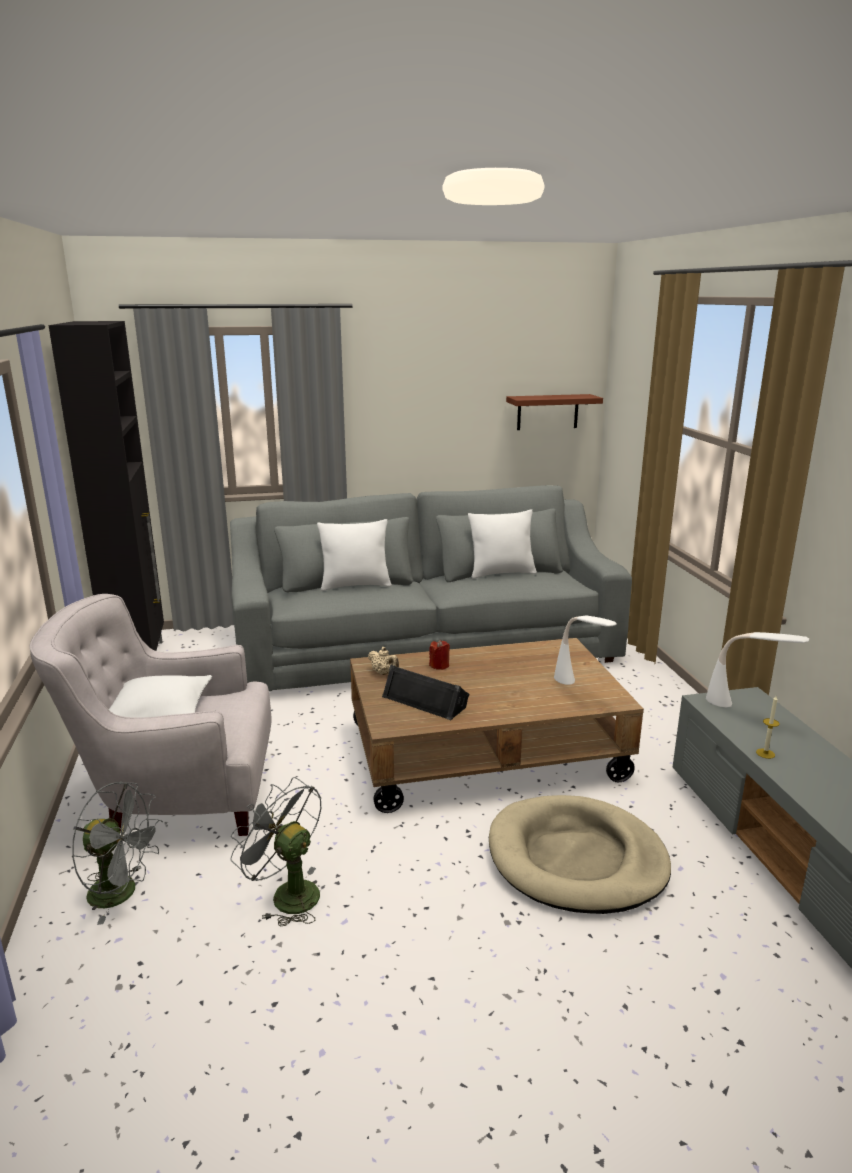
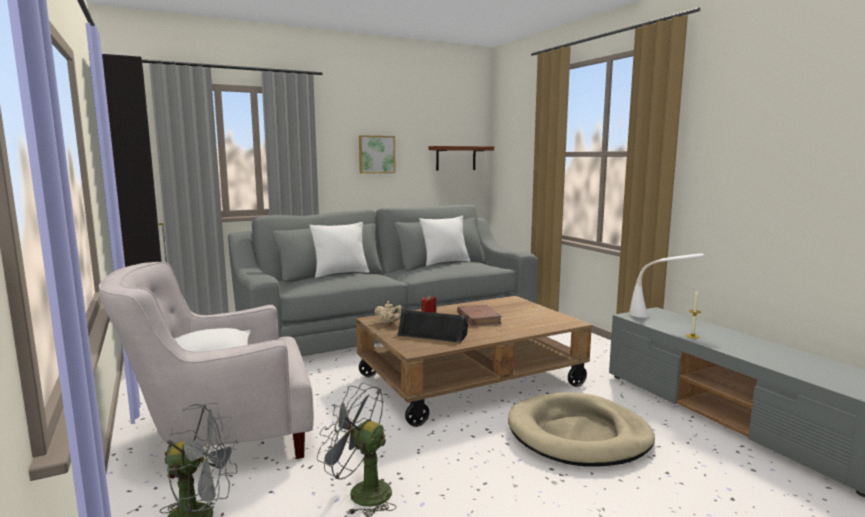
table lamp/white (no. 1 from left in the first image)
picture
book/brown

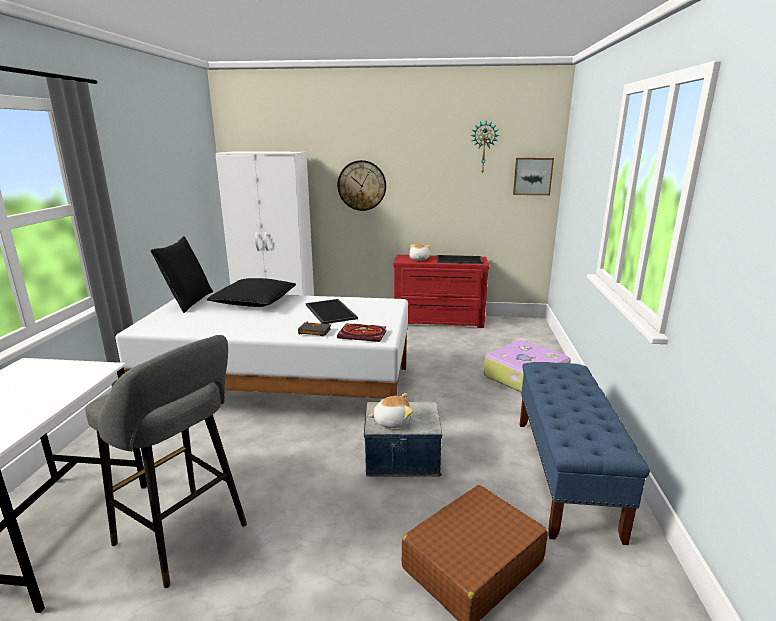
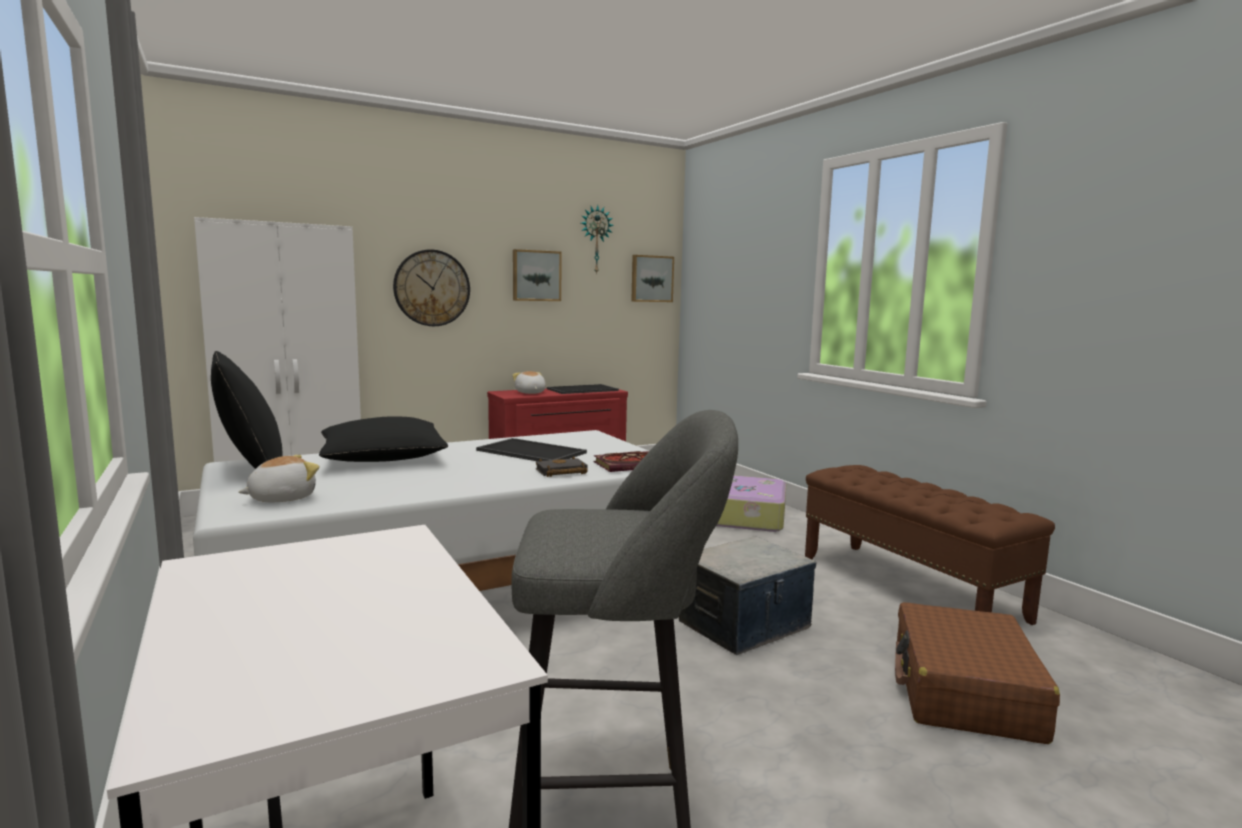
picture (no. 1 from left)
plush toy (no. 1 from left)
bench/brown

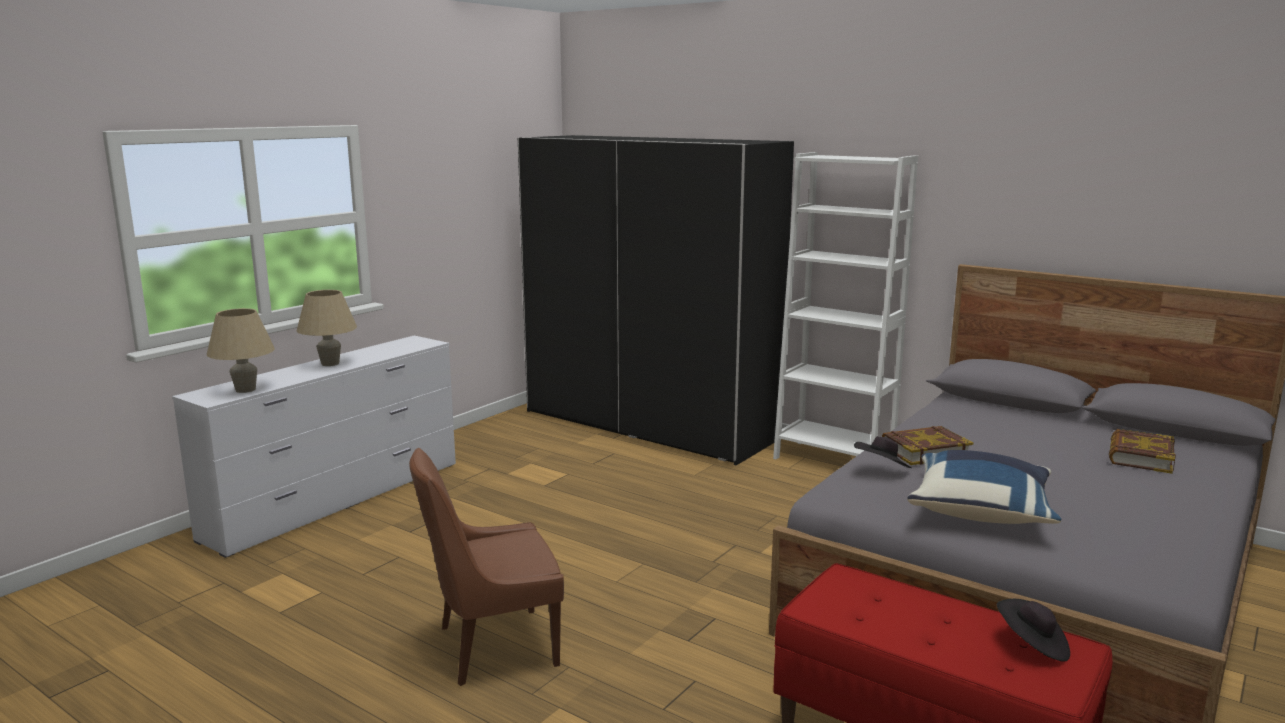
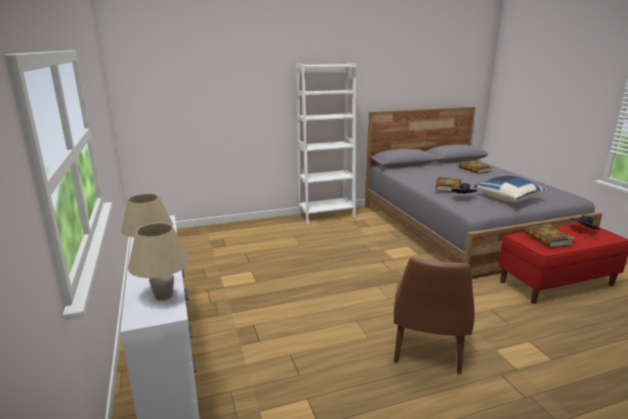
wardrobe/black
book (no. 3 from left)

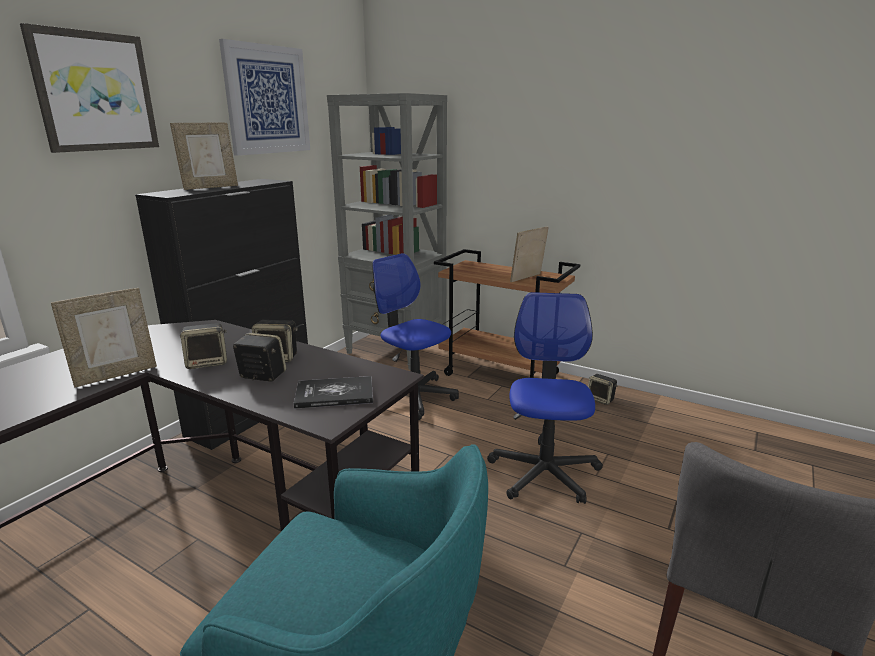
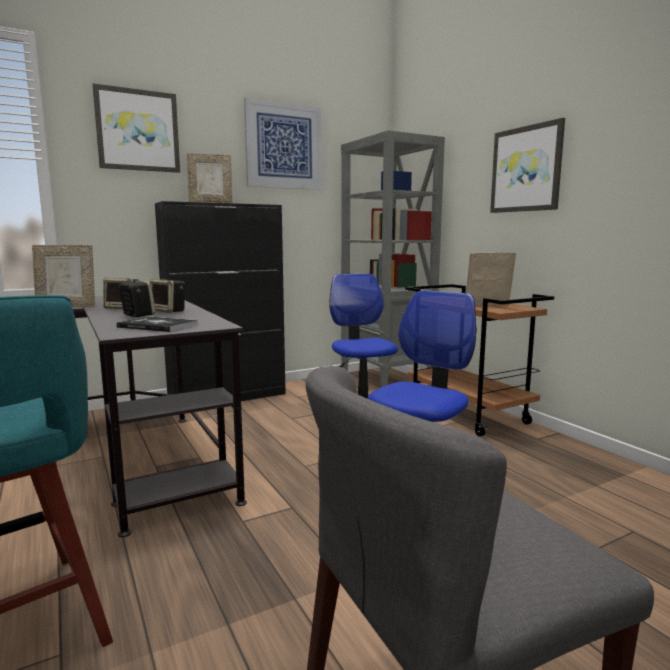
speaker (no. 4 from left in the first image)
picture (no. 3 from left)

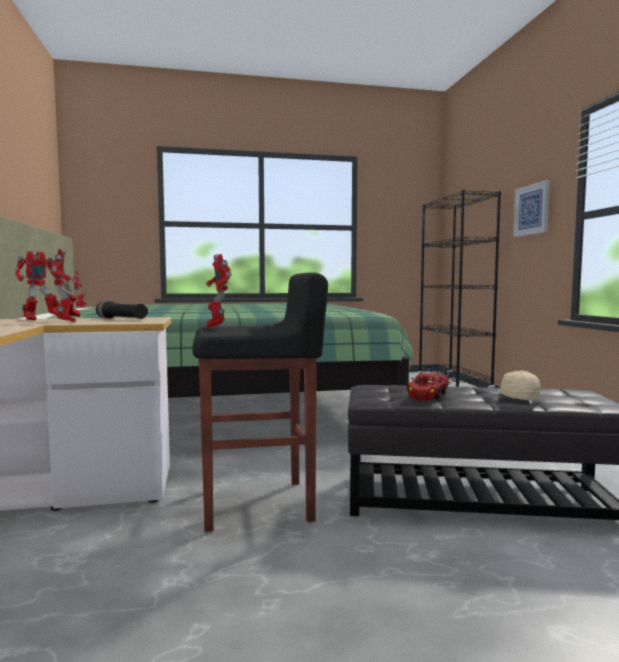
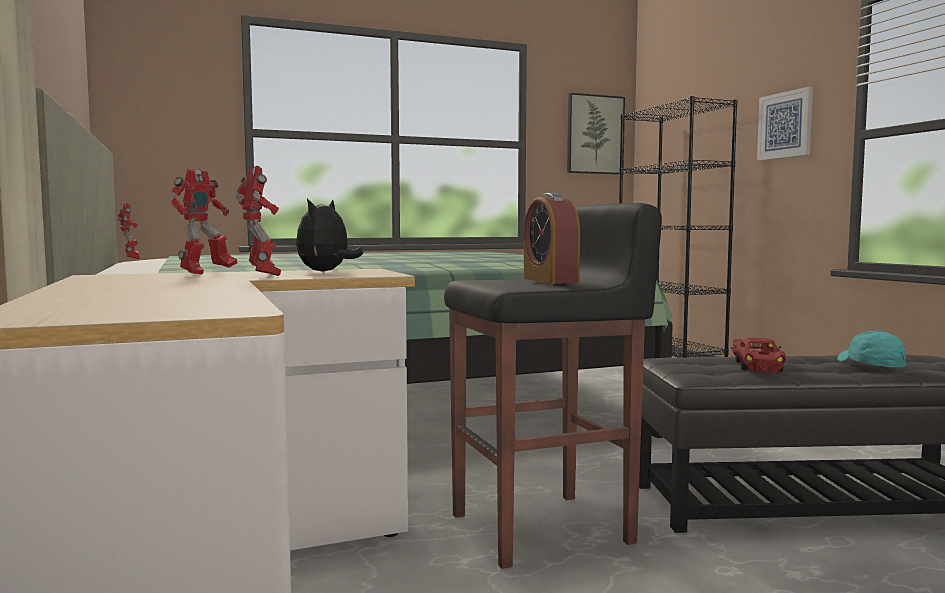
toy robot (no. 4 from left in the first image)
alarm clock
picture (no. 1 from left)
plush toy
cap/turquoise

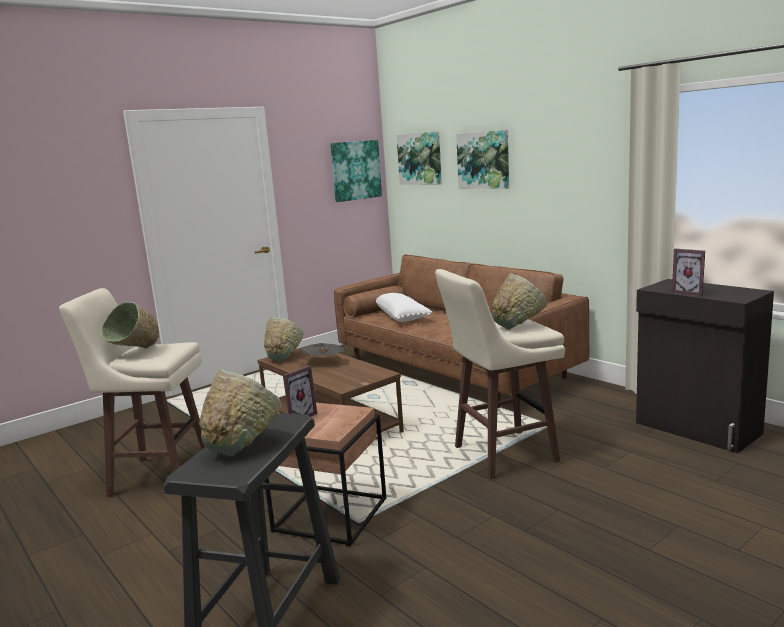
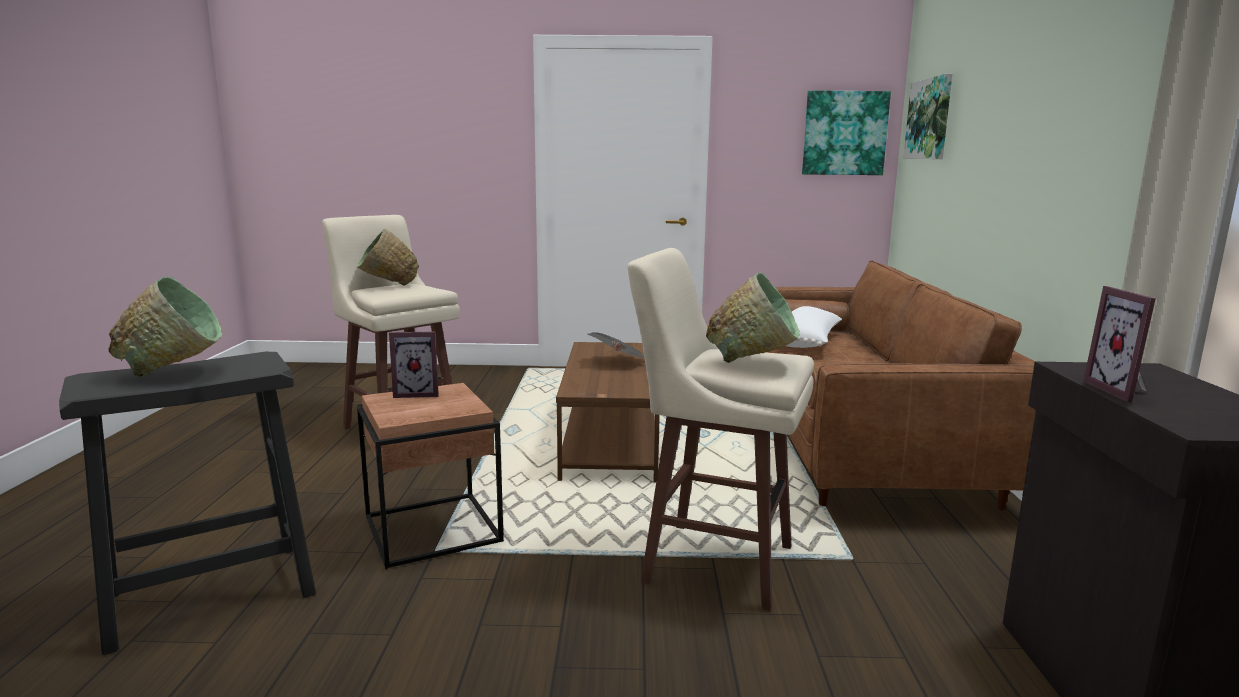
bowl/green (no. 3 from left in the first image)
picture (no. 3 from left in the first image)

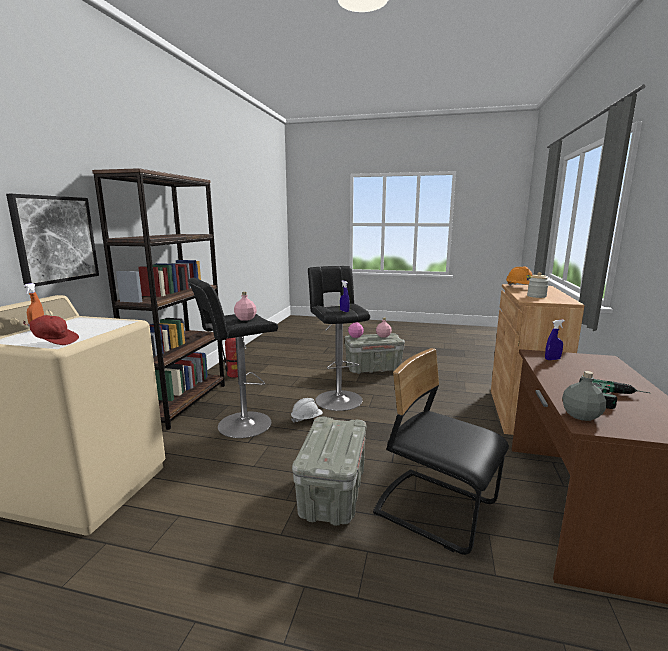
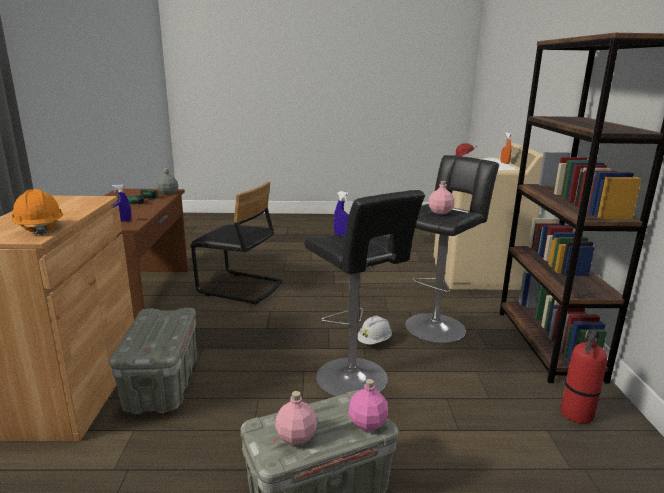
picture
jar
storage box/grey (no. 1 from left)

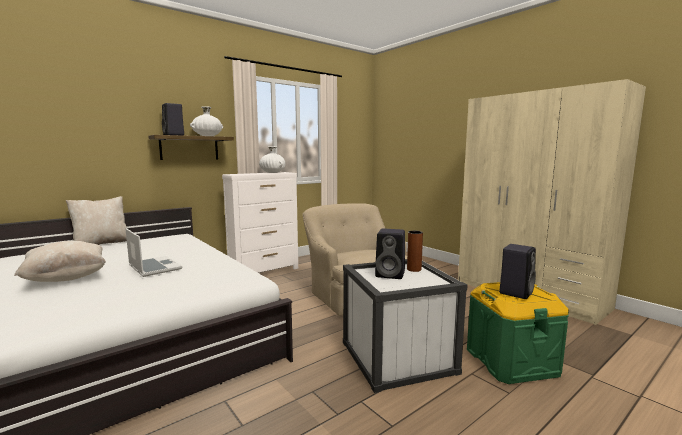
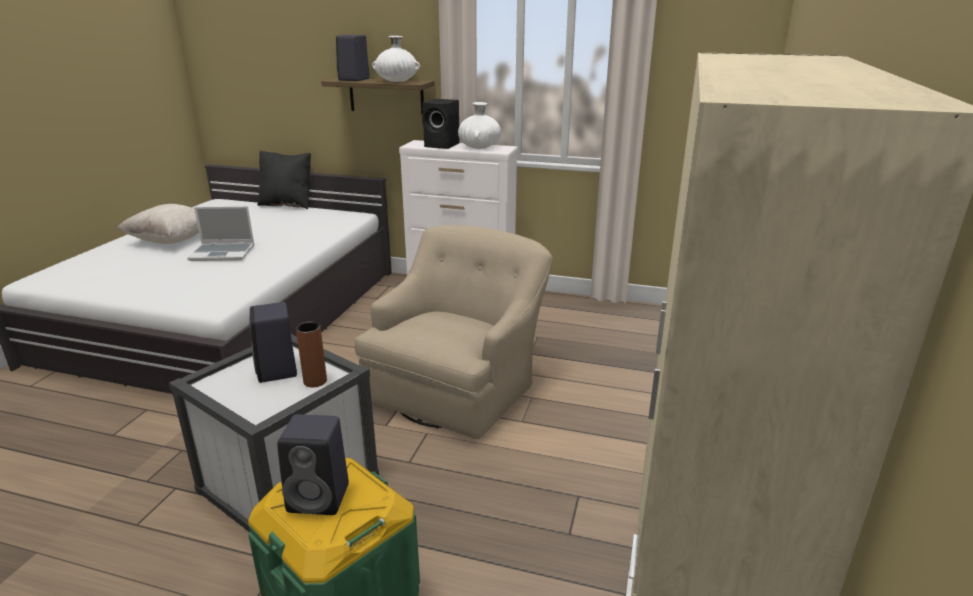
speaker/black (no. 4 from left)
pillow/black
laptop

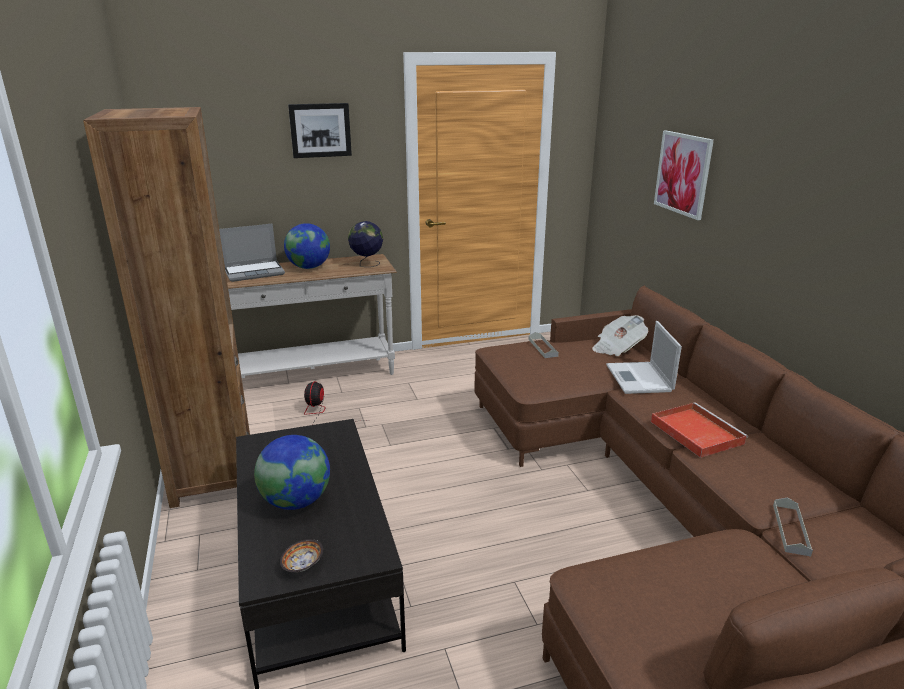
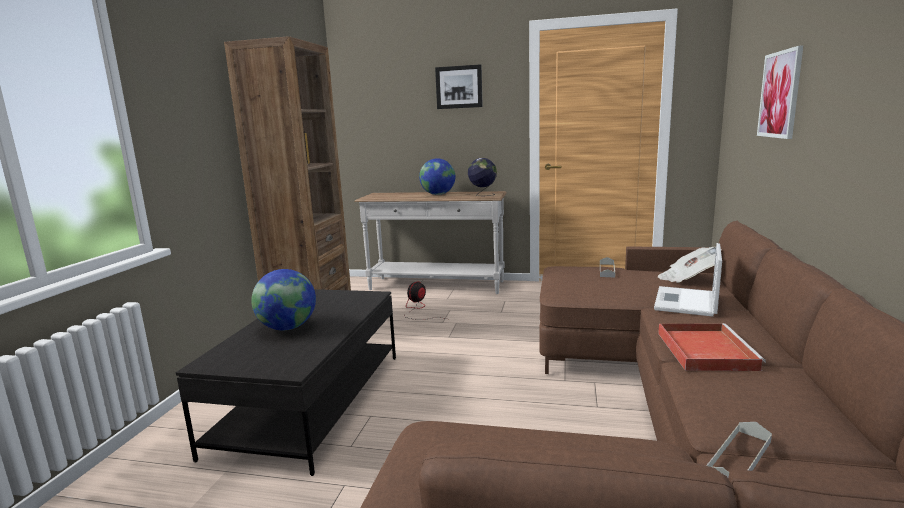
laptop (no. 1 from left in the first image)
bowl

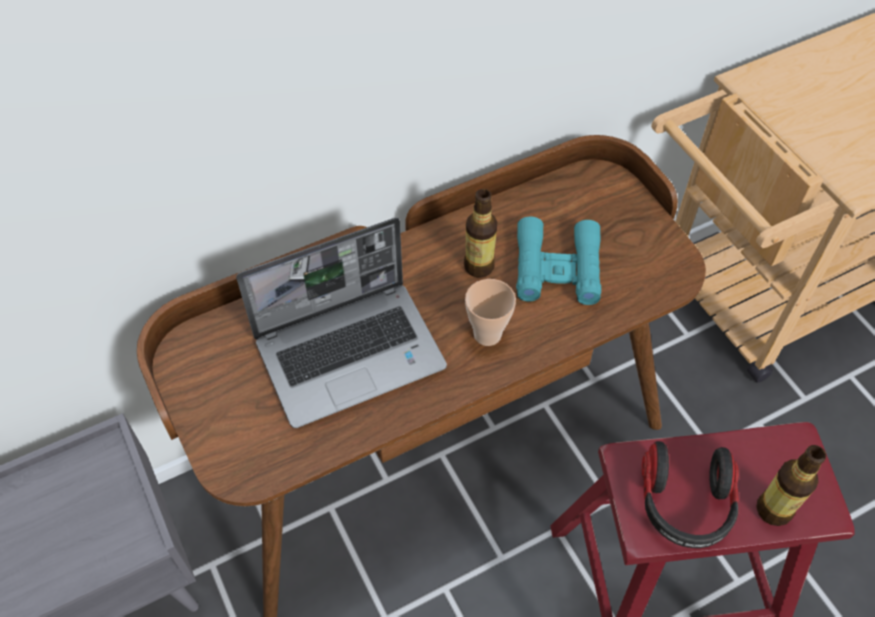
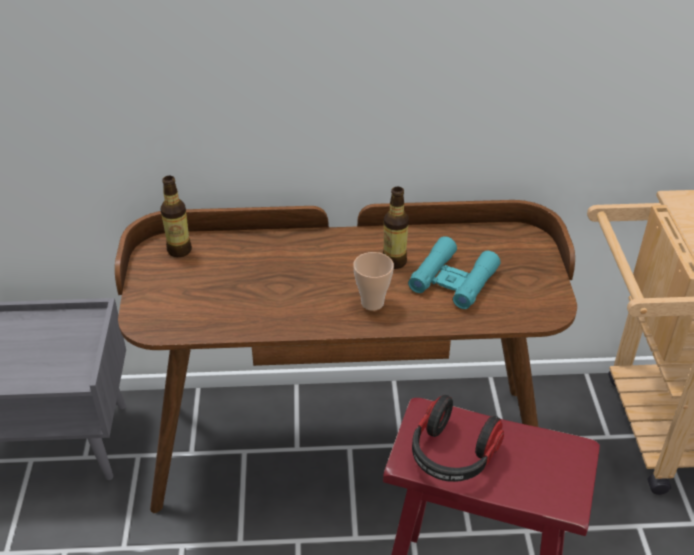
laptop
bottle (no. 1 from left)

